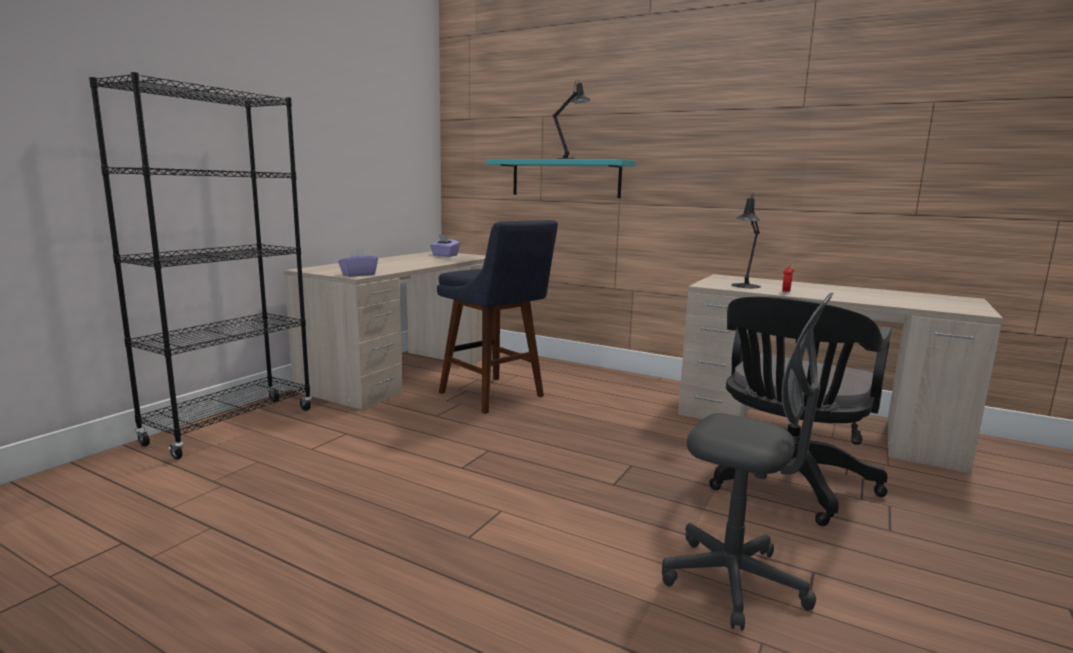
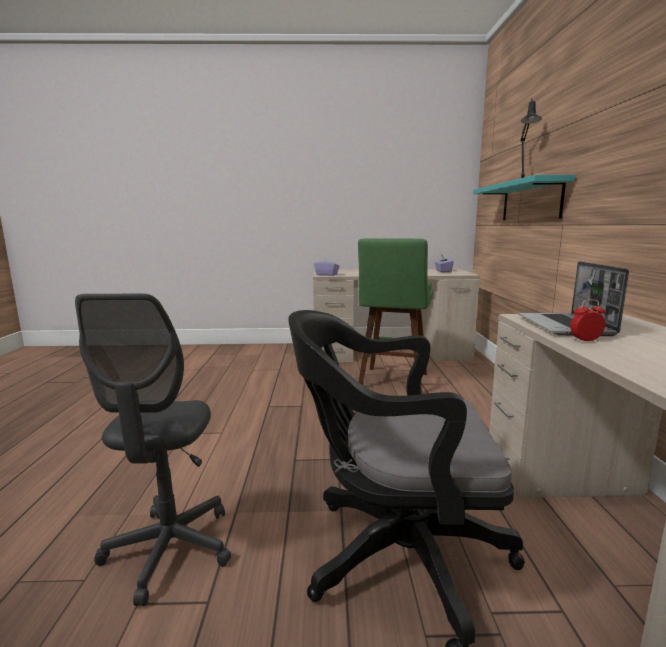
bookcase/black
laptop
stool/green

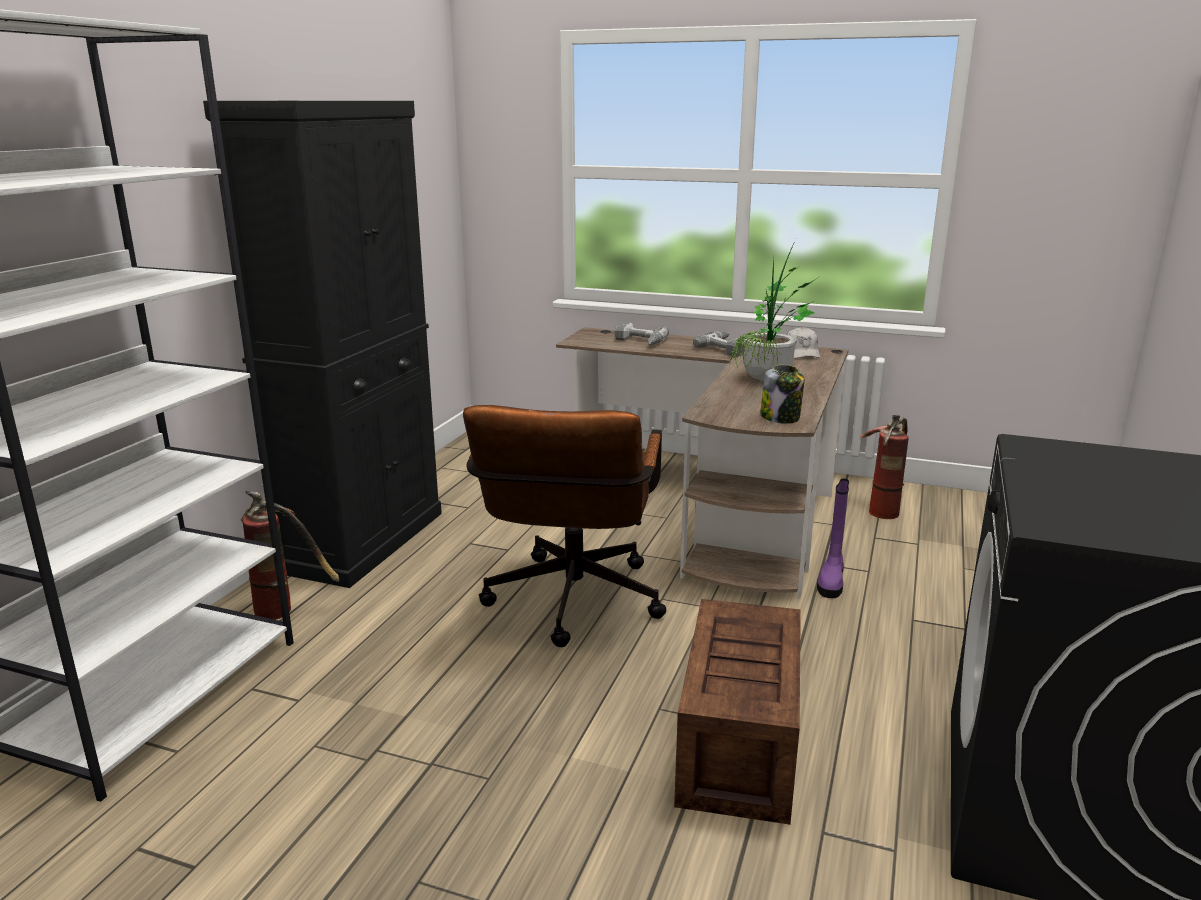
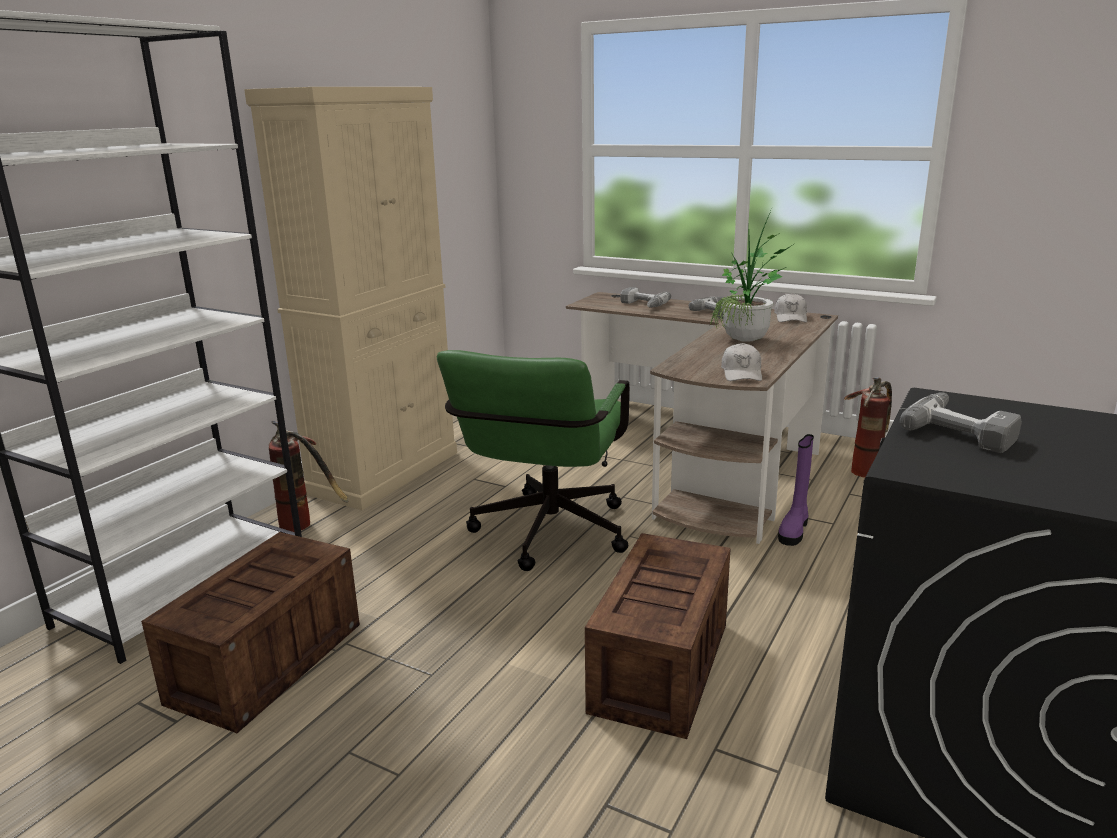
crate (no. 1 from left)
power drill (no. 3 from left)
cap/white (no. 1 from left)
cabinet/beige
office chair/green

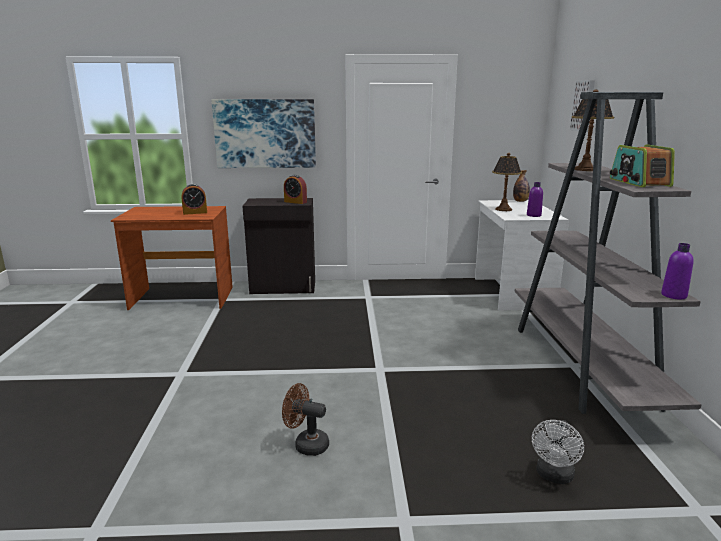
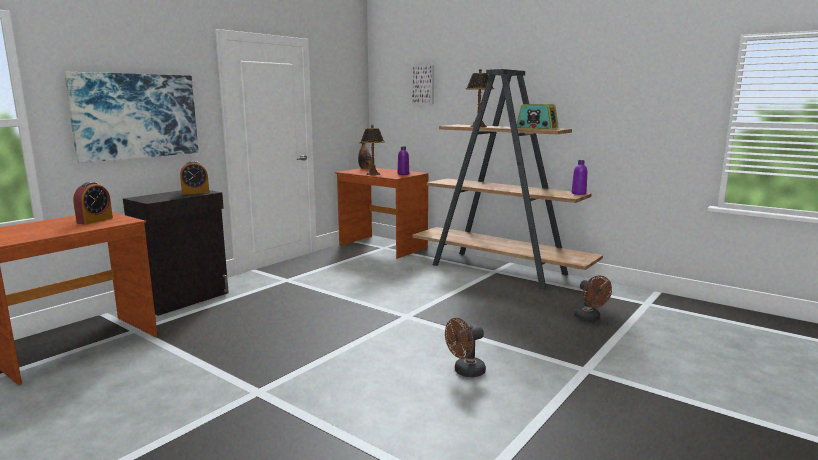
desk/brown (no. 2 from left)
bookcase/brown
fan/brown (no. 2 from left)

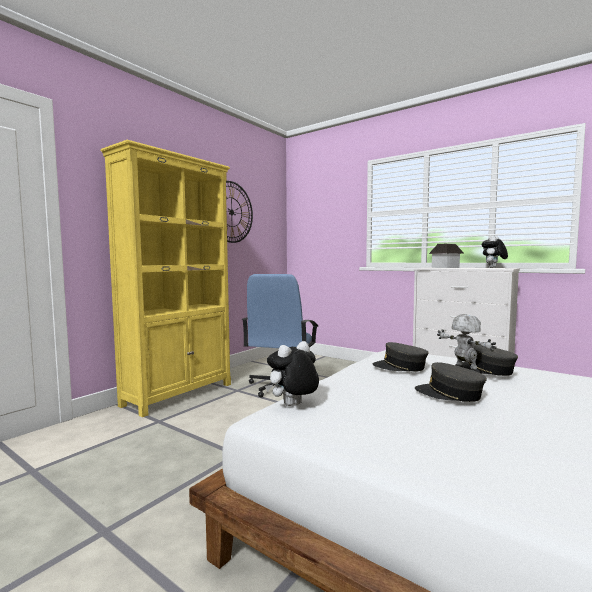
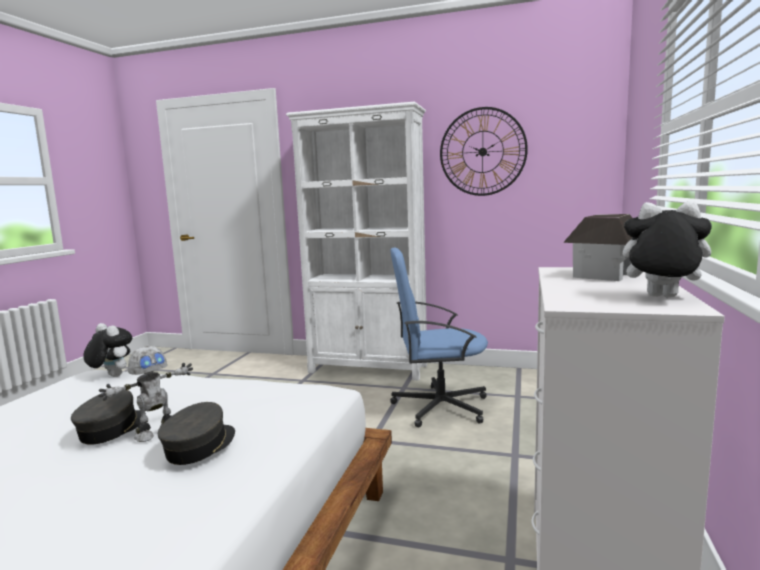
cap/grey (no. 1 from left in the first image)
bookcase/white

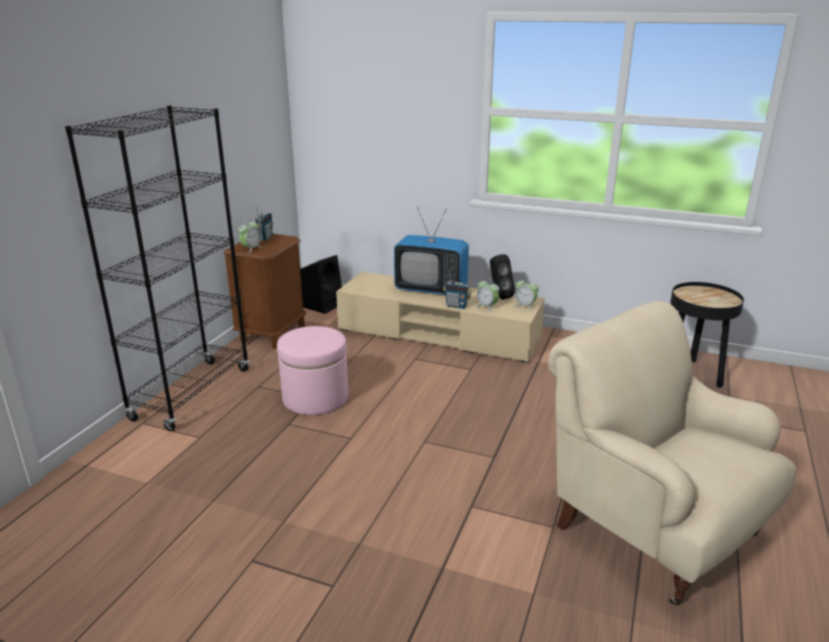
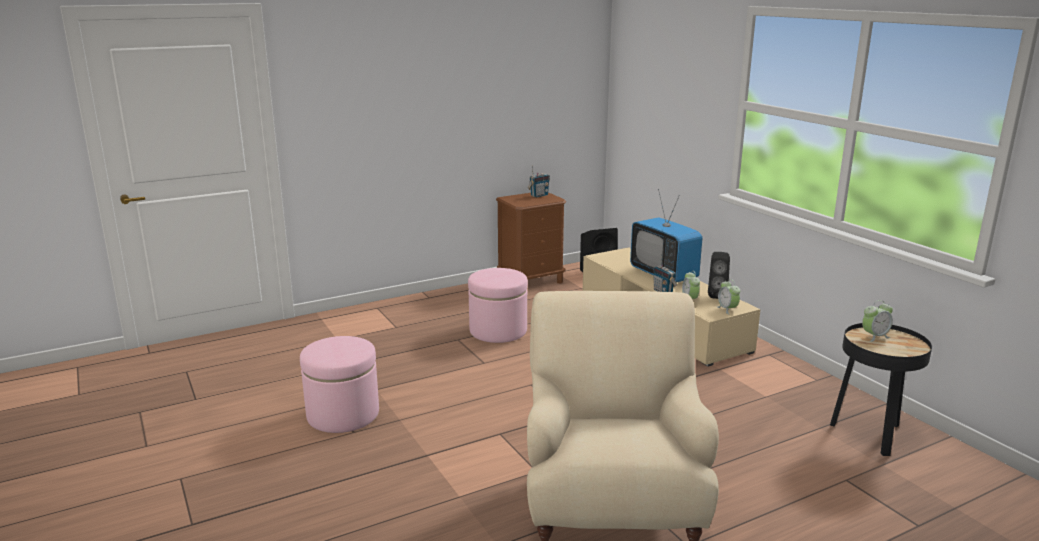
bookcase/black
ottoman/pink (no. 1 from left)
alarm clock (no. 3 from left)

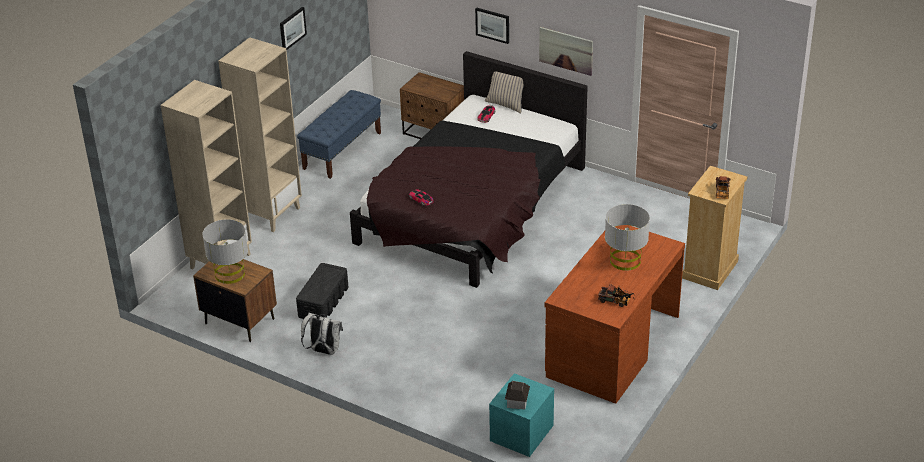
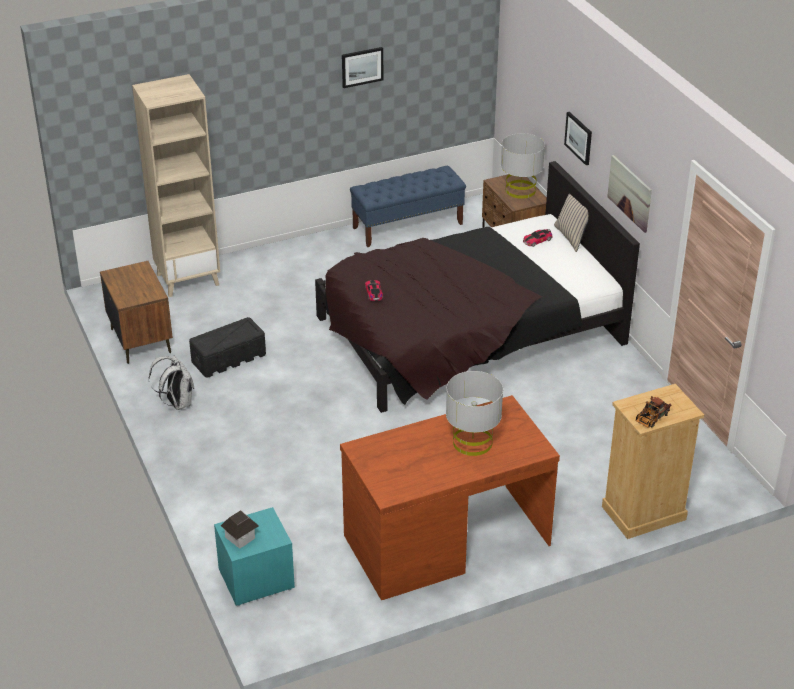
bookcase/beige (no. 2 from left in the first image)
toy truck (no. 1 from left in the first image)
table lamp/grey (no. 2 from left)

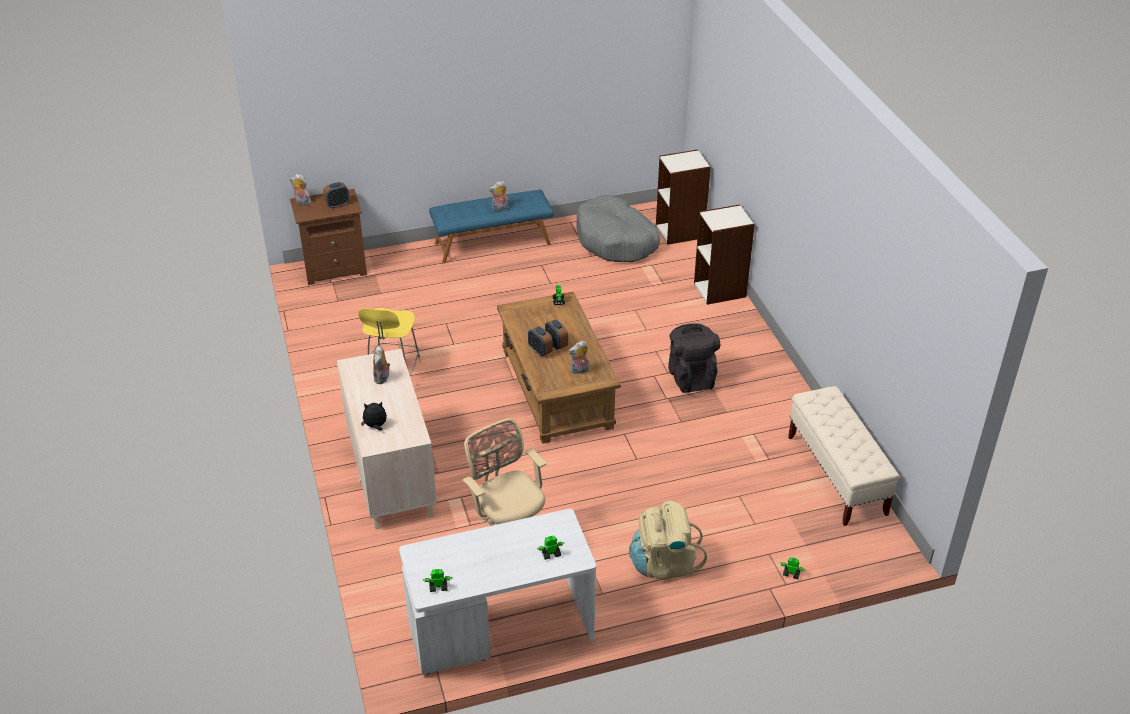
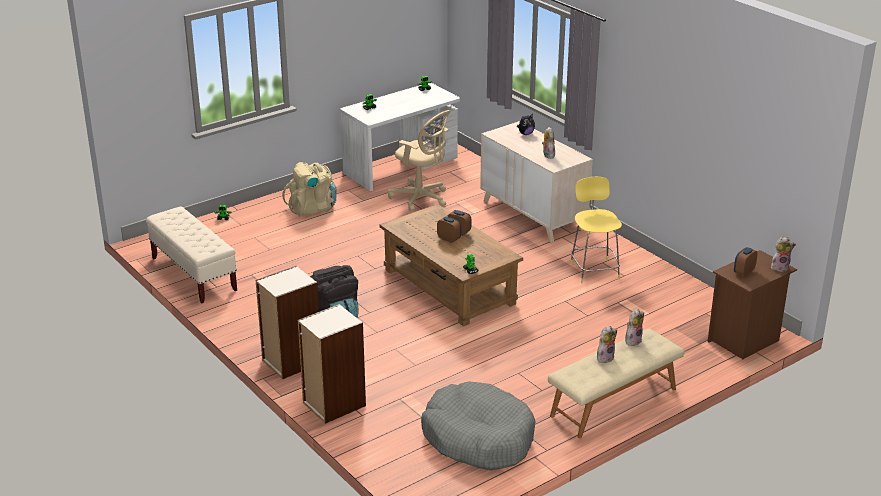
plush toy (no. 4 from left)
bookcase (no. 1 from left)
bench/beige (no. 2 from left)

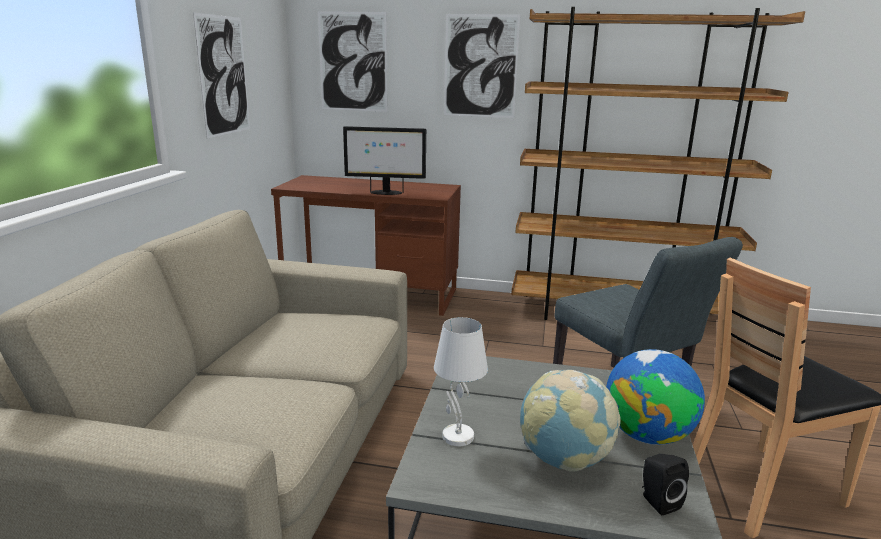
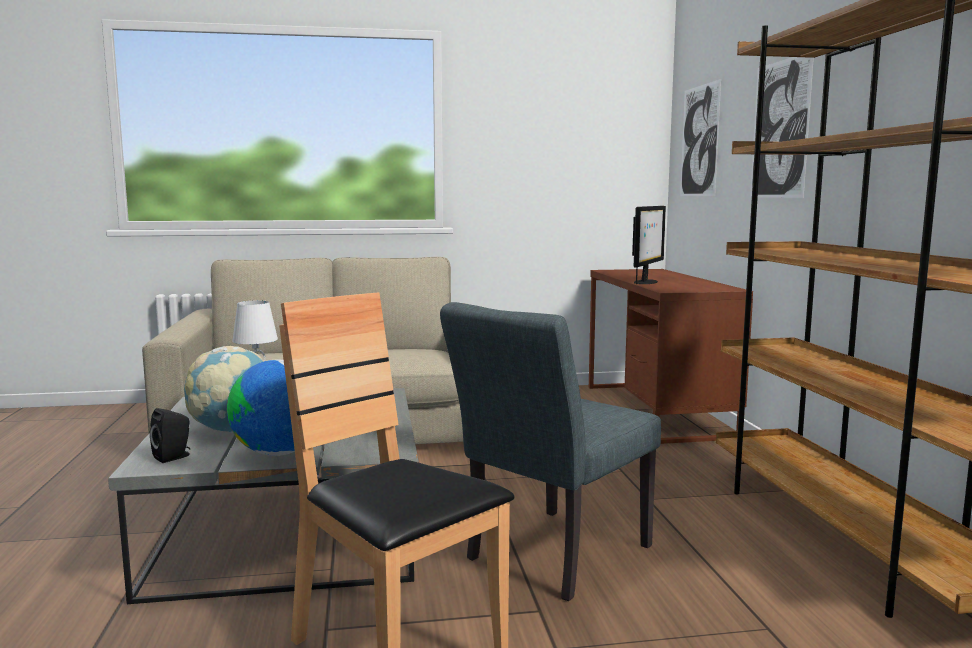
picture (no. 1 from left in the first image)
monitor

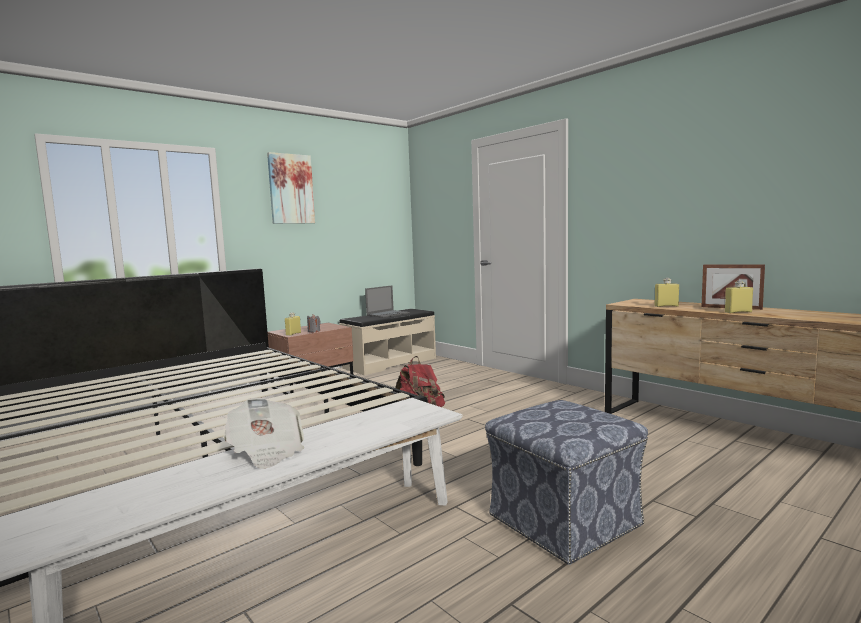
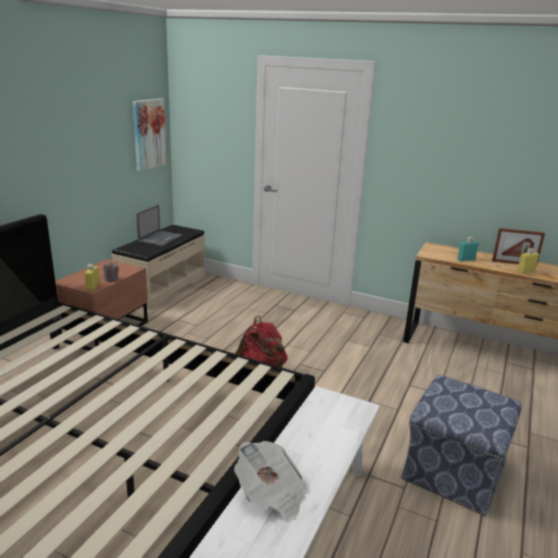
picture
bottle/turquoise

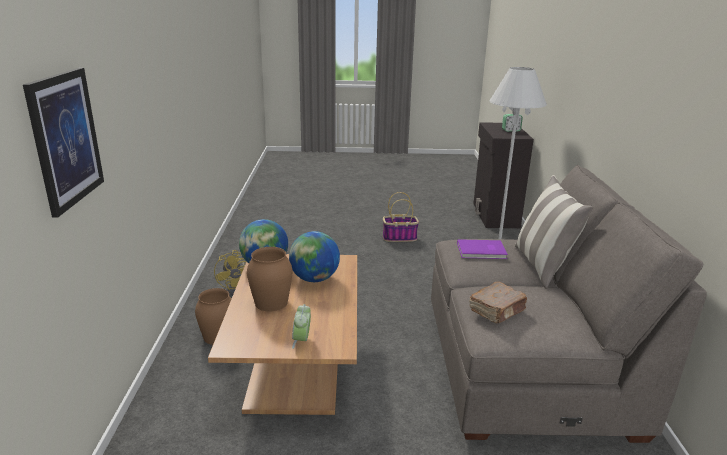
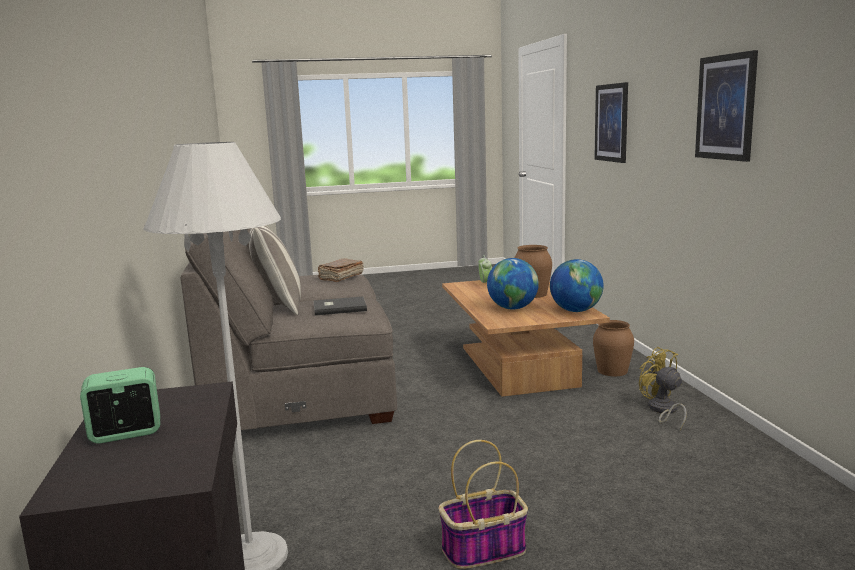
picture (no. 2 from left)
book/grey

